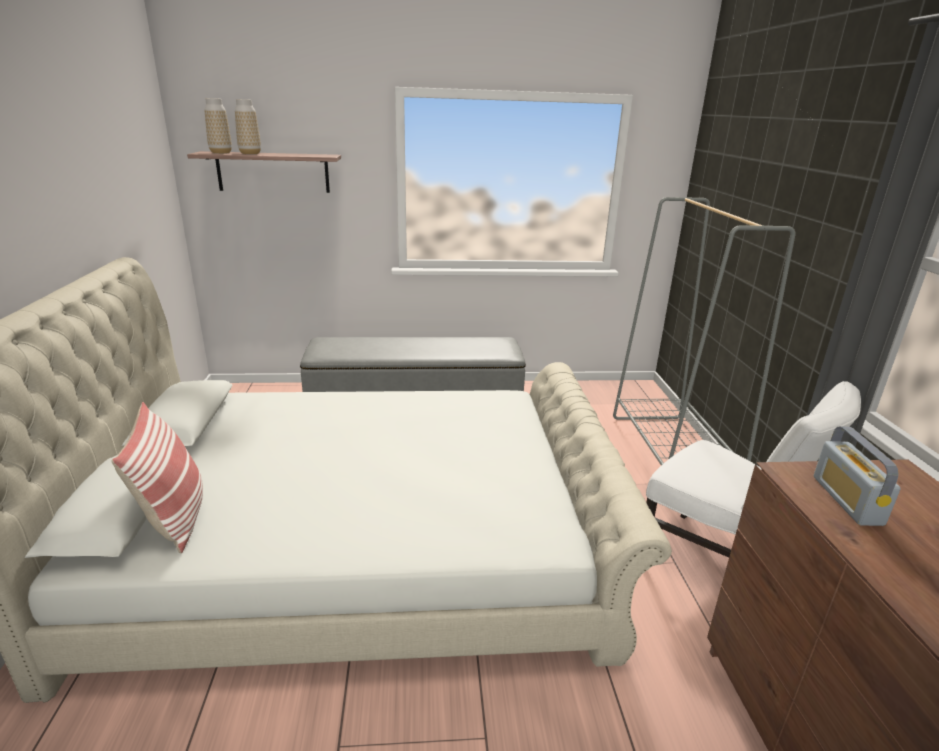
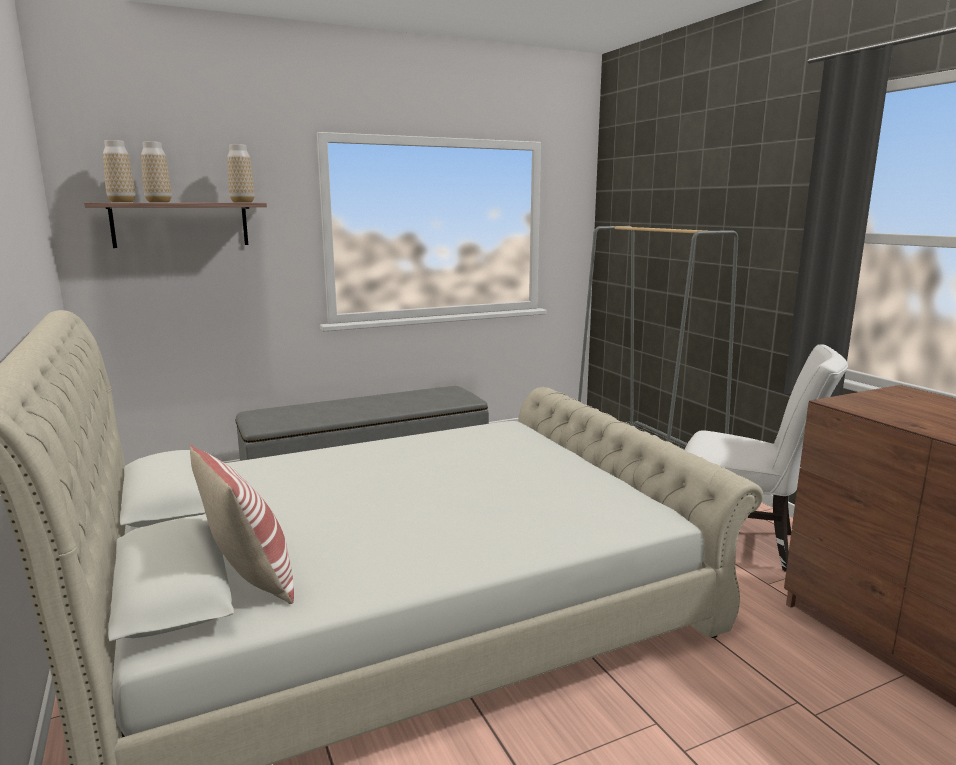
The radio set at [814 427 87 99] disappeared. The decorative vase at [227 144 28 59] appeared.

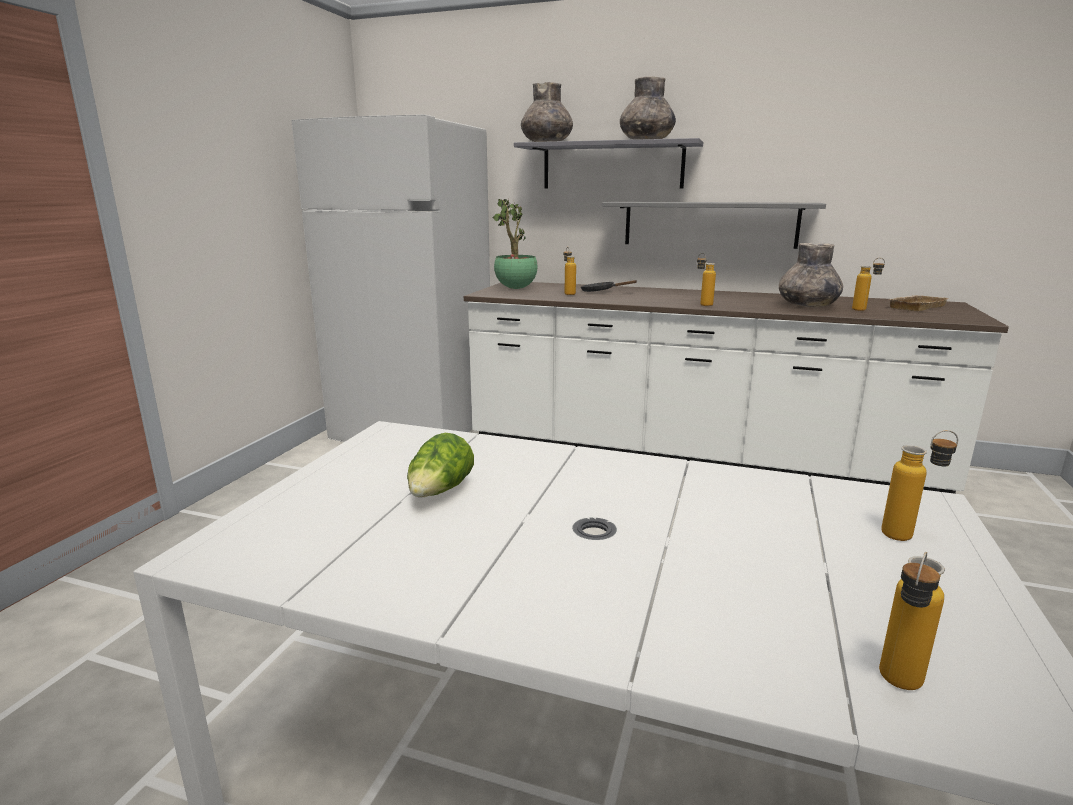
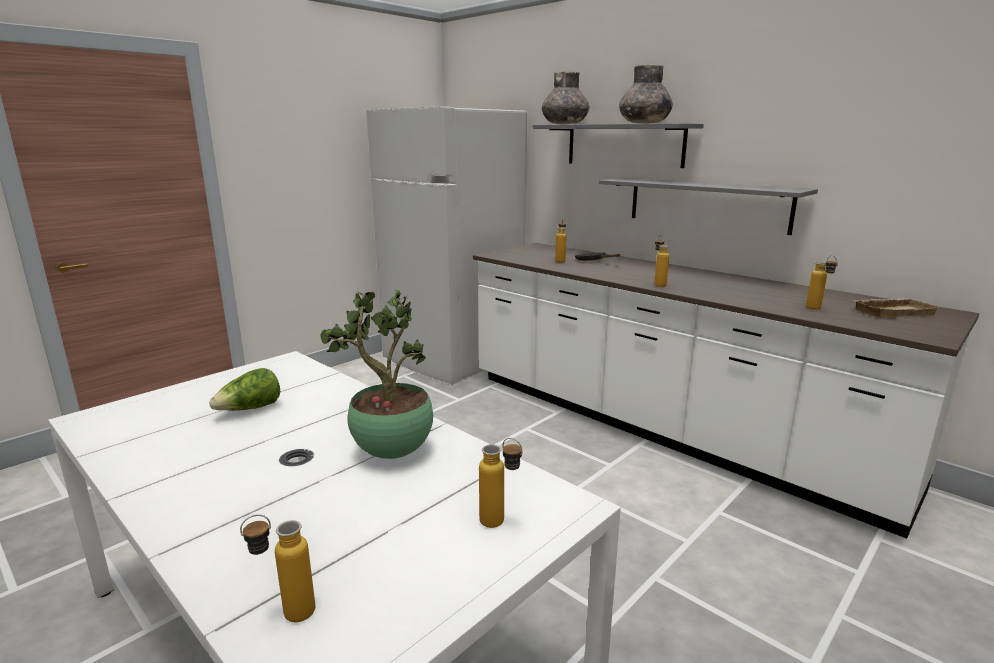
The decorative vase (greyish) at [779 243 64 64] disappeared. The potted plant moved from [493 199 45 90] to [320 290 113 169].

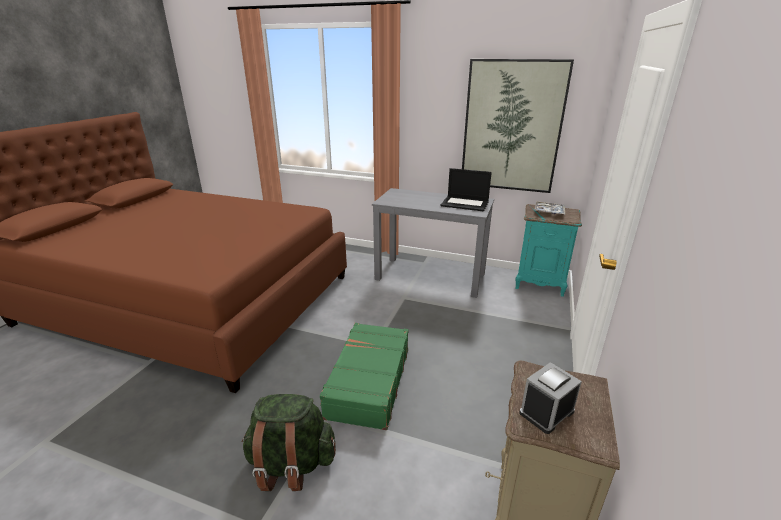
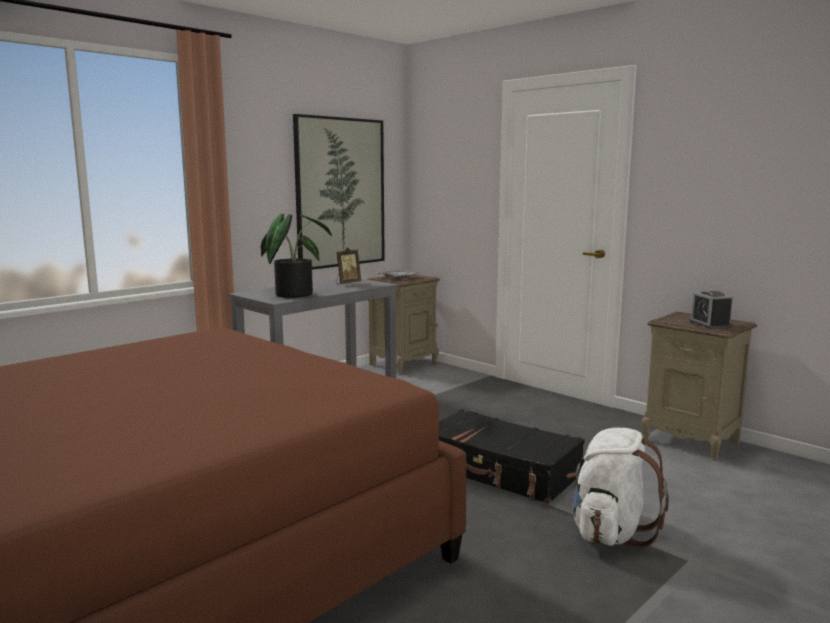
The potted plant at [260 214 72 84] appeared. The portable computer at [440 168 52 43] was replaced by the picture frame at [336 247 25 37]. The knapsack (greenish) at [242 394 94 97] became the knapsack (white) at [567 428 102 120]. The travel case (greenish) at [320 323 89 107] became the travel case (blackish) at [439 409 145 95]. The bedside table (turquoise) at [515 204 67 93] became the bedside table (sand-coloured) at [366 274 74 100].

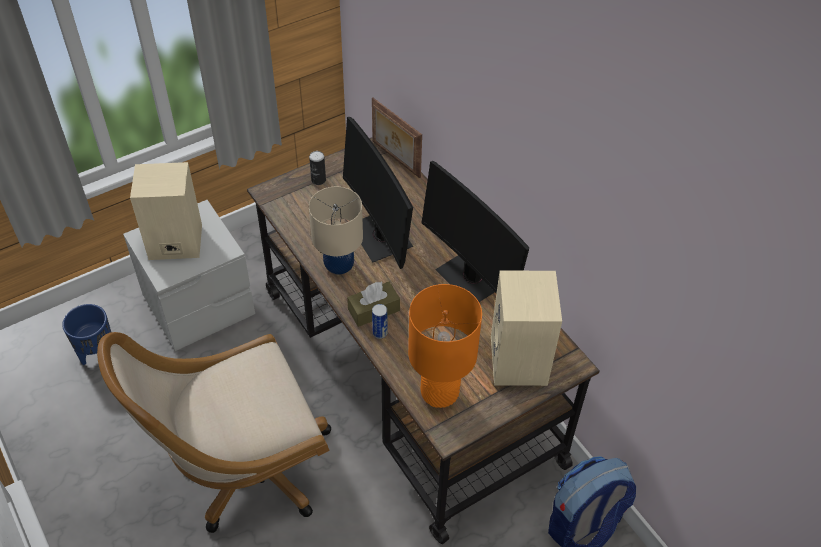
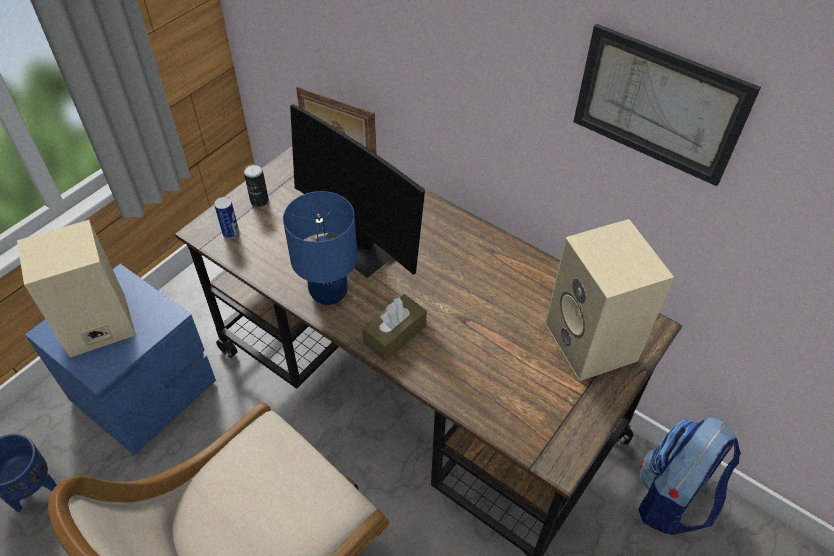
The table lamp (orange-coloured) at [408 284 74 124] disappeared. The computer screen at [421 161 108 141] disappeared. The wall picture at [573 24 188 162] appeared. The can moved from [372 304 15 35] to [214 197 25 42]. The bedside table (white) at [123 200 132 151] became the bedside table (blue-coloured) at [25 264 191 191]. The table lamp (sand-coloured) at [309 187 54 88] became the table lamp (blue-coloured) at [283 191 75 114].

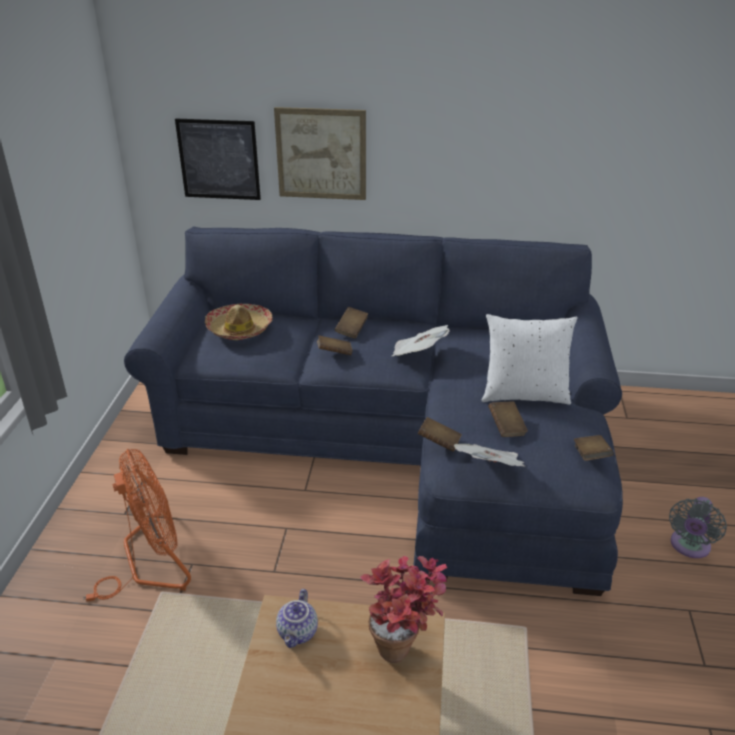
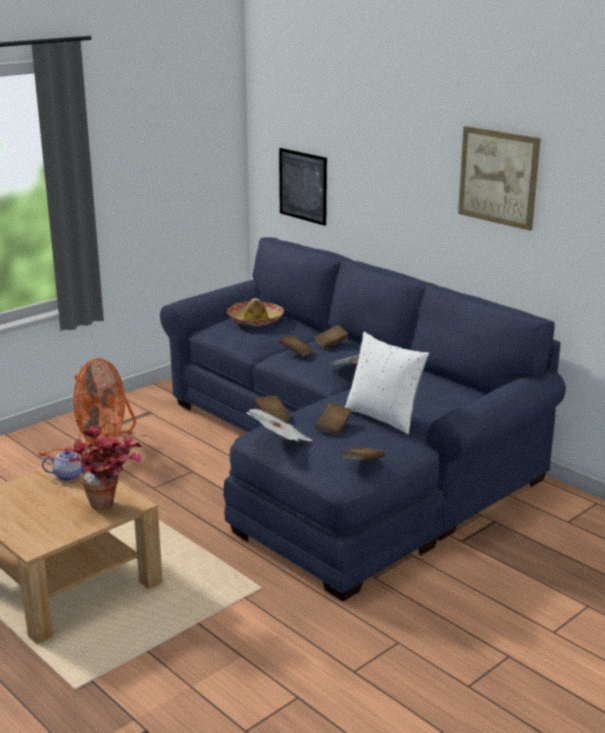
The electric fan (greyish) at [669 497 58 61] disappeared. The wall picture moved from [274 107 92 93] to [458 126 83 105]. The pot for tea at [276 589 42 59] turned 150 degrees counterclockwise.

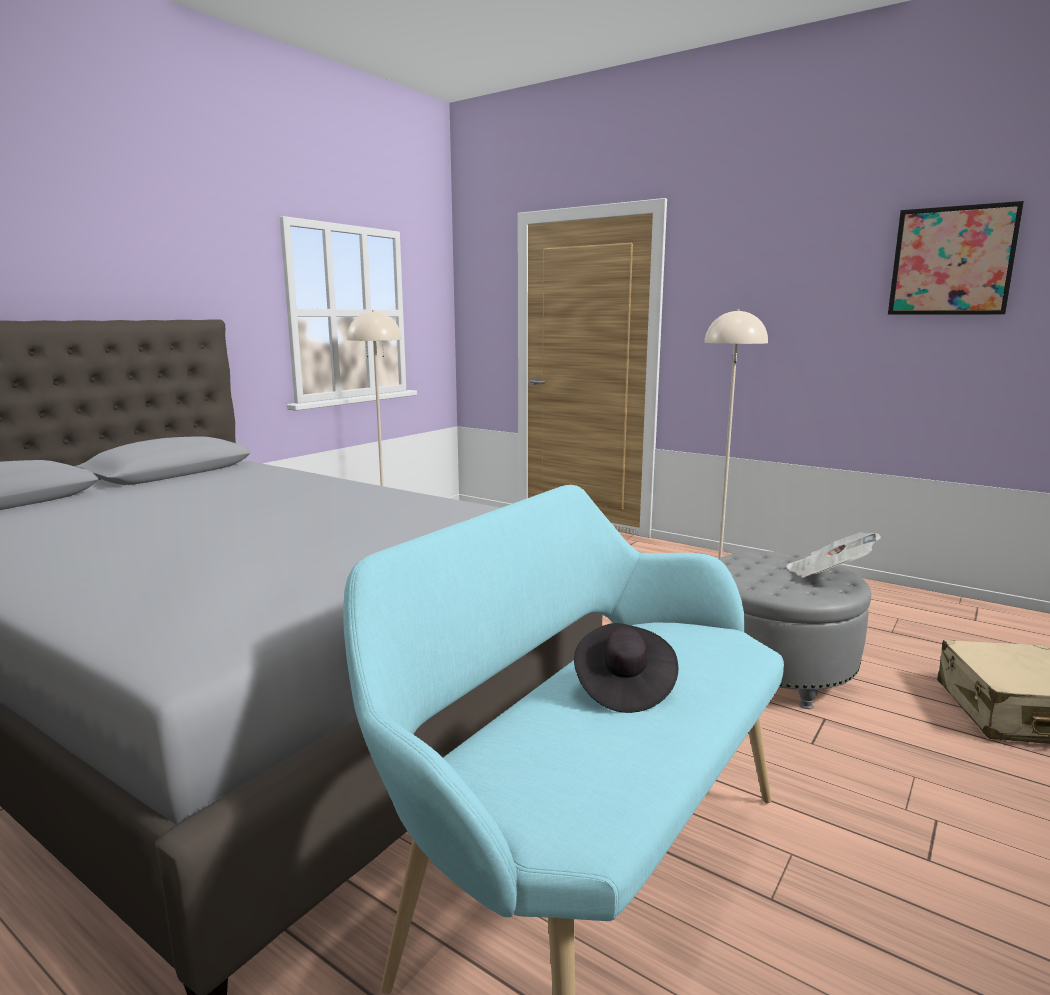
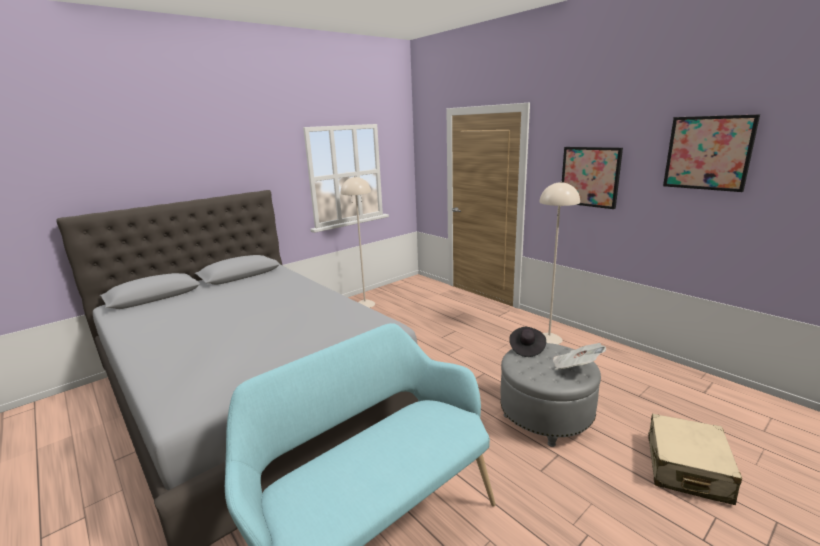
The wall picture at [562 147 61 62] appeared. The hat (blackish) moved from [574 623 104 90] to [509 327 37 30].

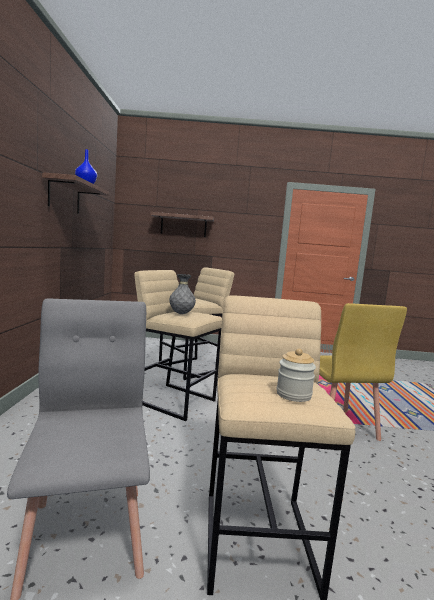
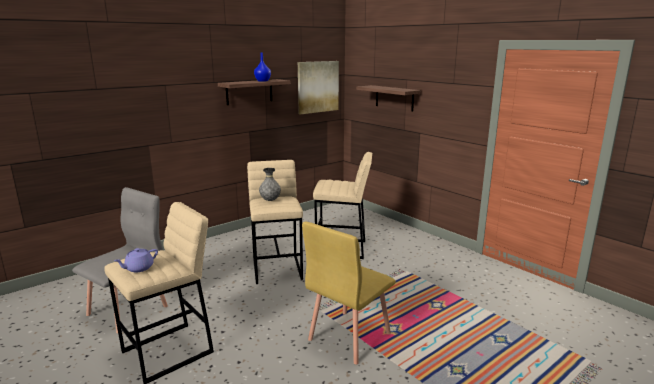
The wall picture at [298 61 41 53] appeared. The storage jar at [276 348 40 54] was replaced by the pot for tea (purple) at [114 248 44 24].

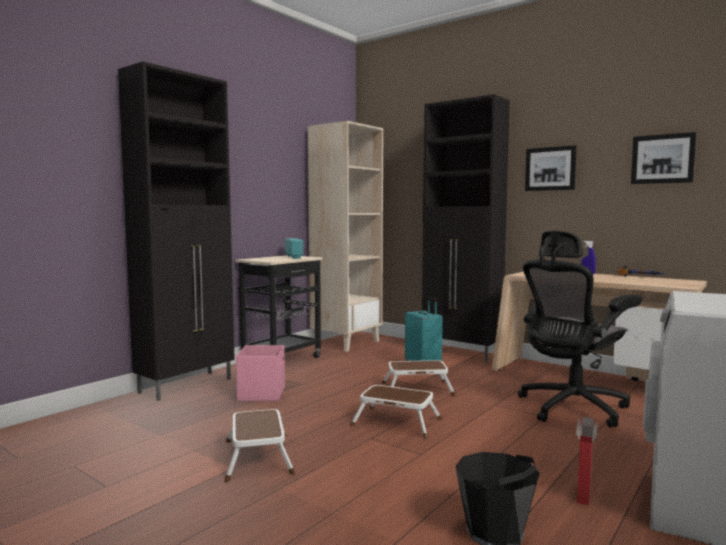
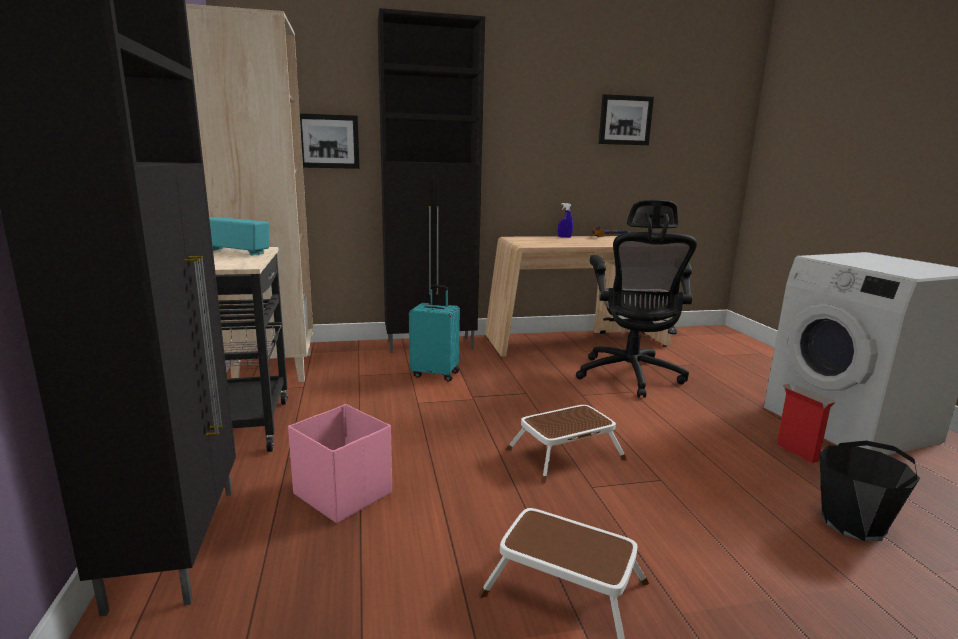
The step stool (brown) at [382 360 74 36] disappeared. The wall picture moved from [525 145 52 46] to [300 113 60 56].

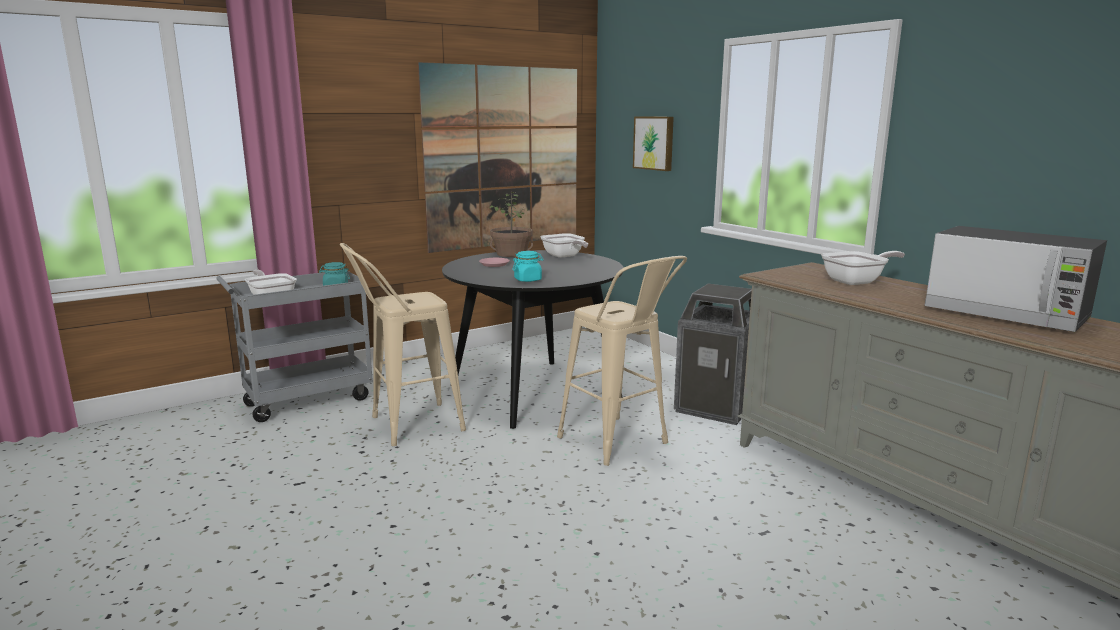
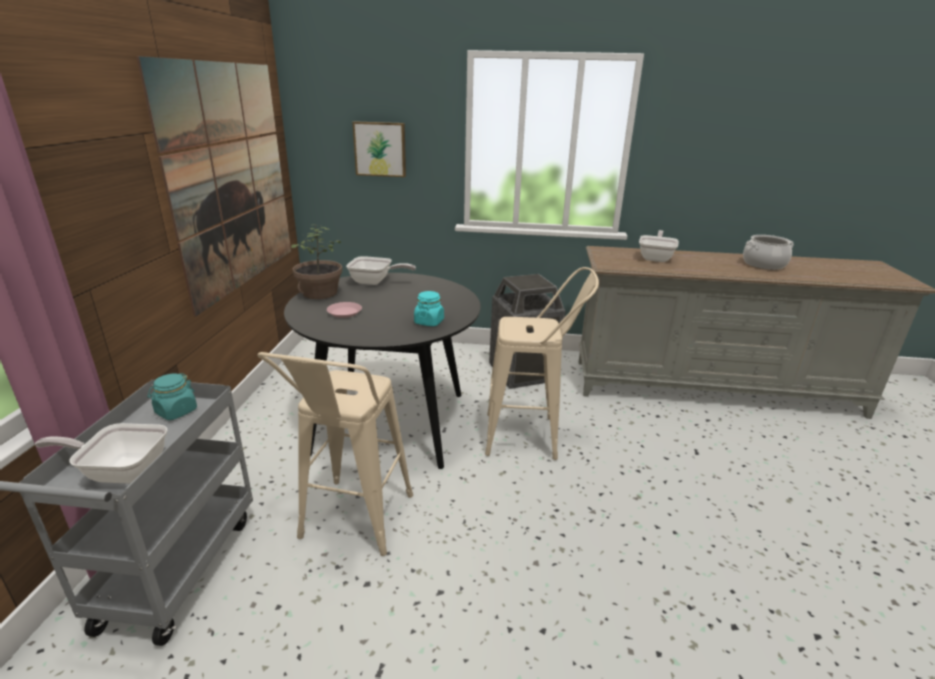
The kitchen microwave at [924 226 183 106] was replaced by the stockpot at [743 235 51 35].

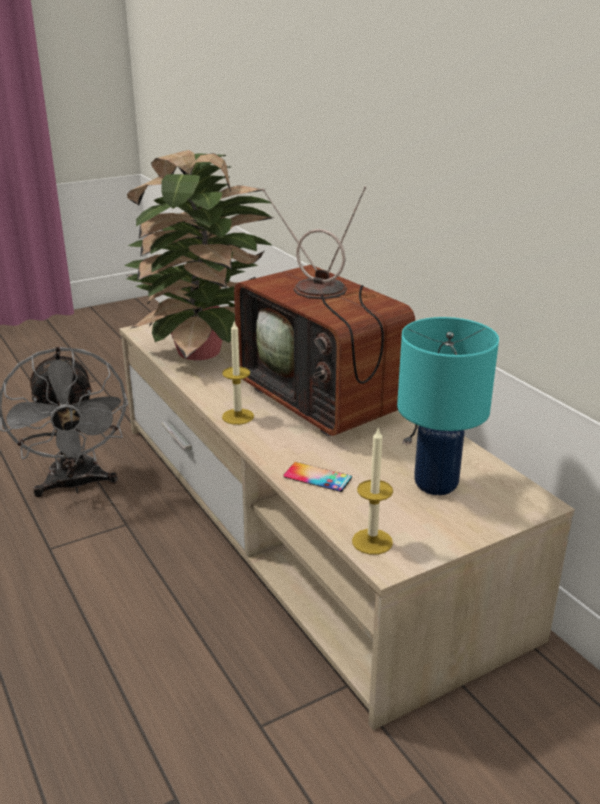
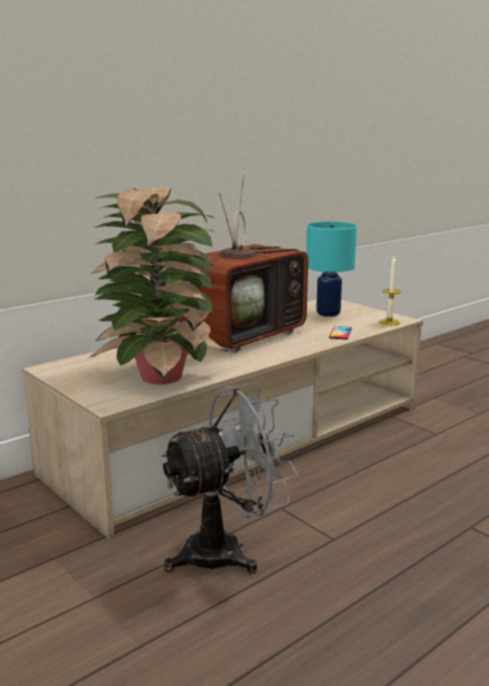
The wax candle at [222 322 32 103] disappeared.

